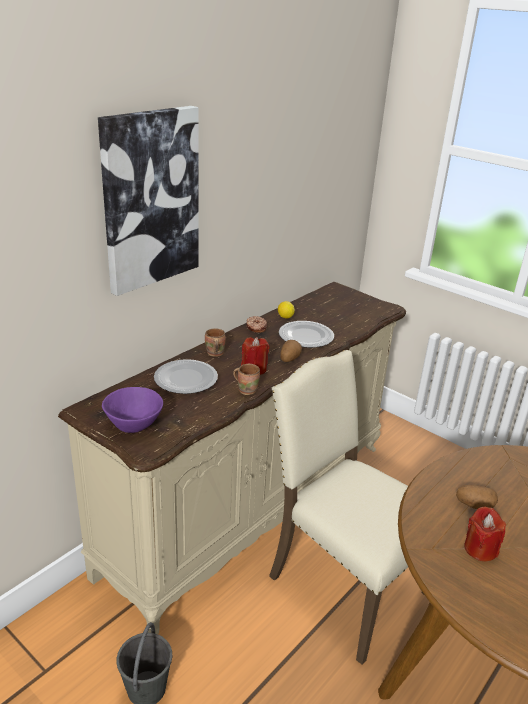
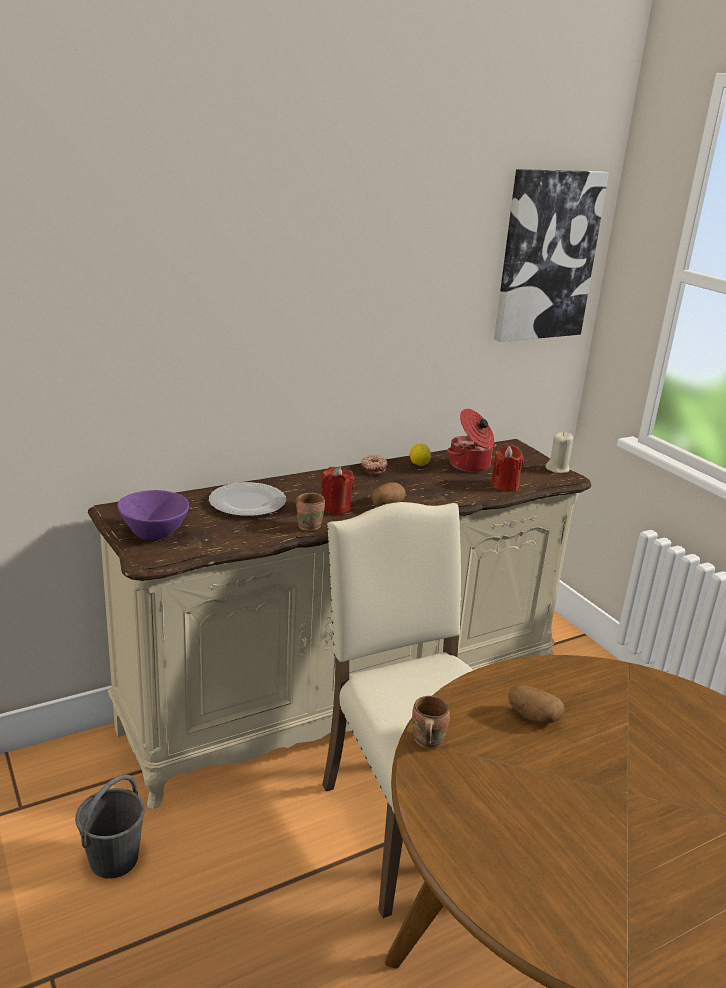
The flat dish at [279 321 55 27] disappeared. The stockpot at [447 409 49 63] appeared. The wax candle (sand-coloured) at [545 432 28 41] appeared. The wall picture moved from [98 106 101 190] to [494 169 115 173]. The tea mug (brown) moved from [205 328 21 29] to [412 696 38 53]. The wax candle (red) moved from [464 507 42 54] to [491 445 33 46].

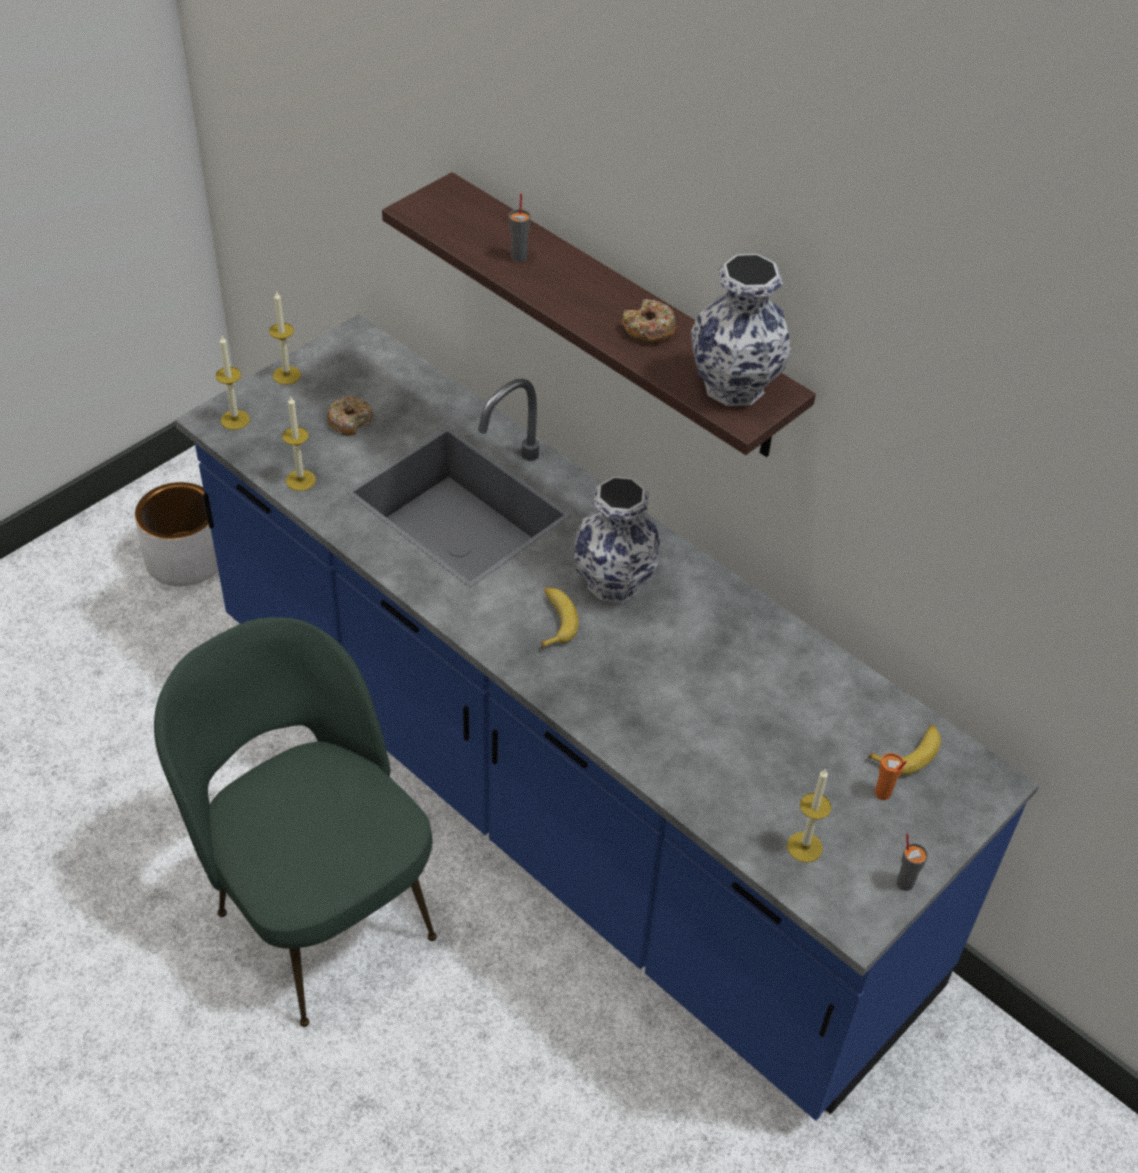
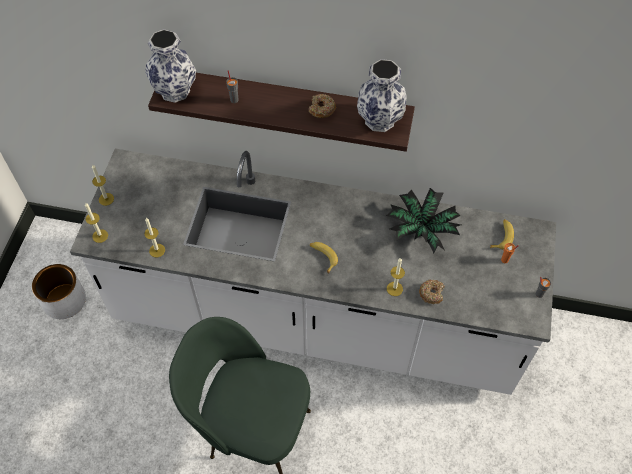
The potted plant at [387 188 74 65] appeared. The donut moved from [327 396 46 40] to [419 279 26 25]. The decorative vase moved from [573 477 87 126] to [145 29 51 74]. The wax candle moved from [787 769 44 94] to [387 258 18 38]. The counter (blue-coloured) at [175 314 864 807] became the counter (white) at [70 149 486 246].

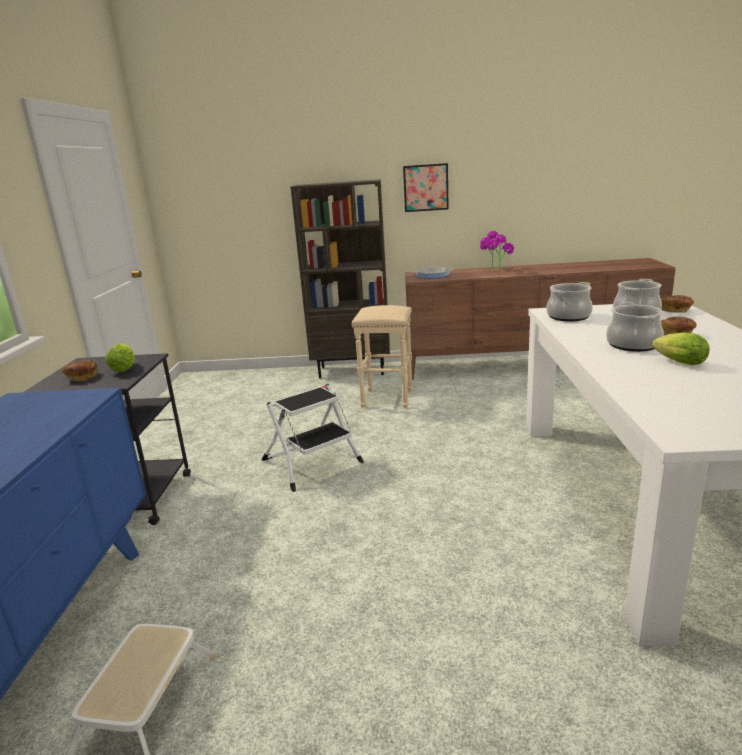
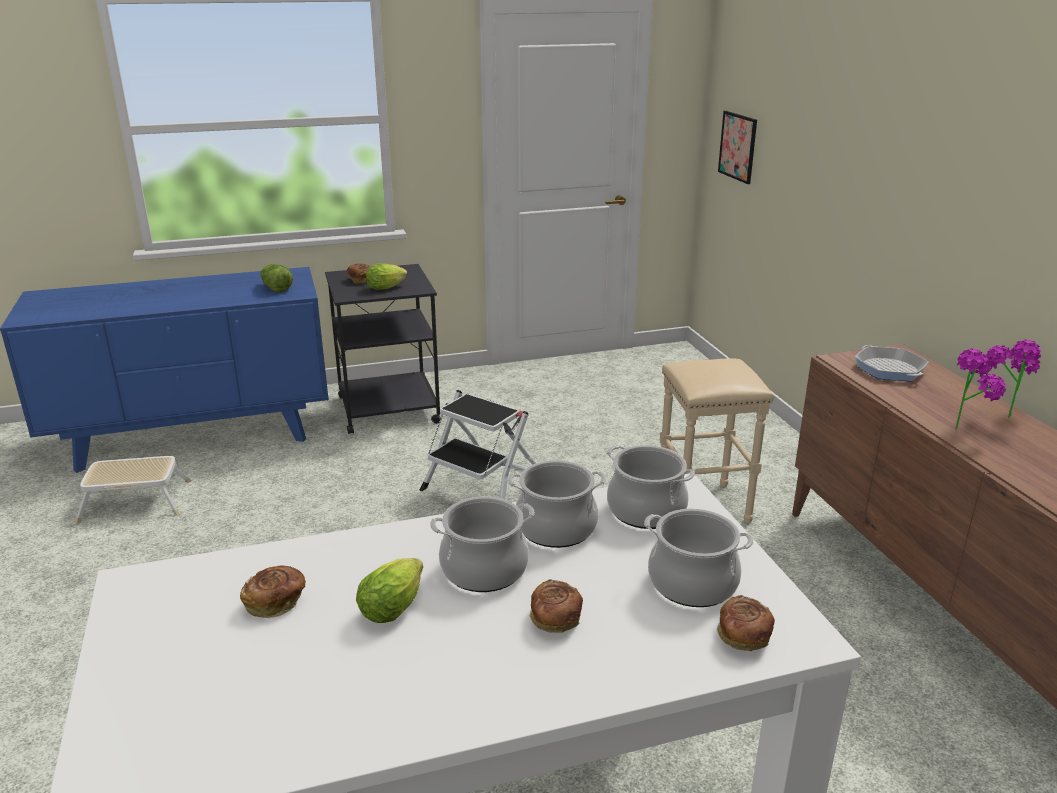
The shelving unit (brown) at [290 179 100 199] disappeared. The baked bread at [240 565 66 53] appeared. The lettuce at [261 264 32 29] appeared. The stockpot at [508 460 98 88] appeared. The wall picture moved from [403 163 46 49] to [718 111 39 73].

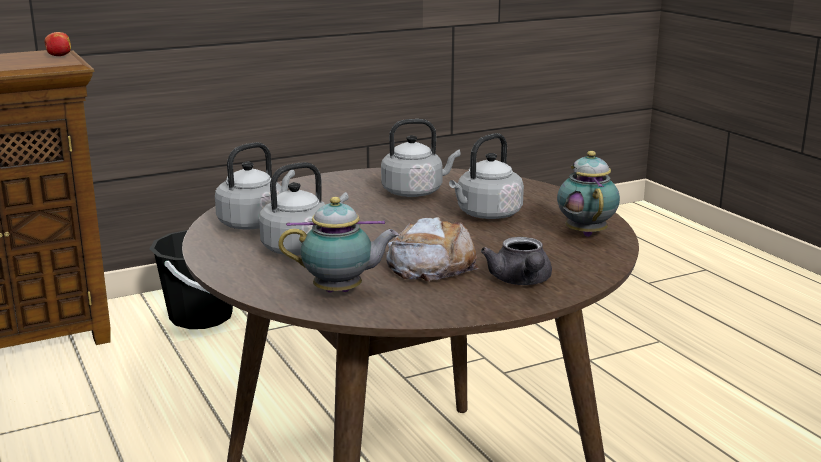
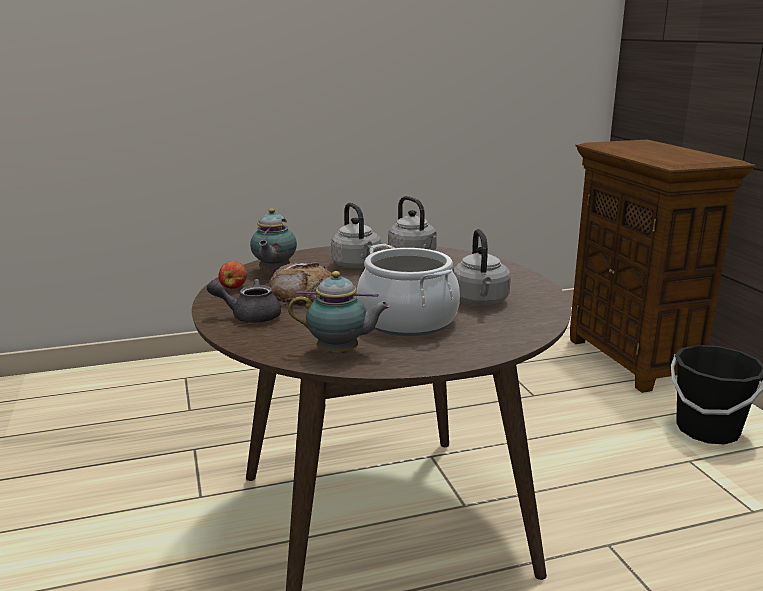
The apple moved from [45 32 26 24] to [218 261 29 28]. The tea kettle (greyish) at [449 133 75 86] was replaced by the stockpot at [356 244 104 92].

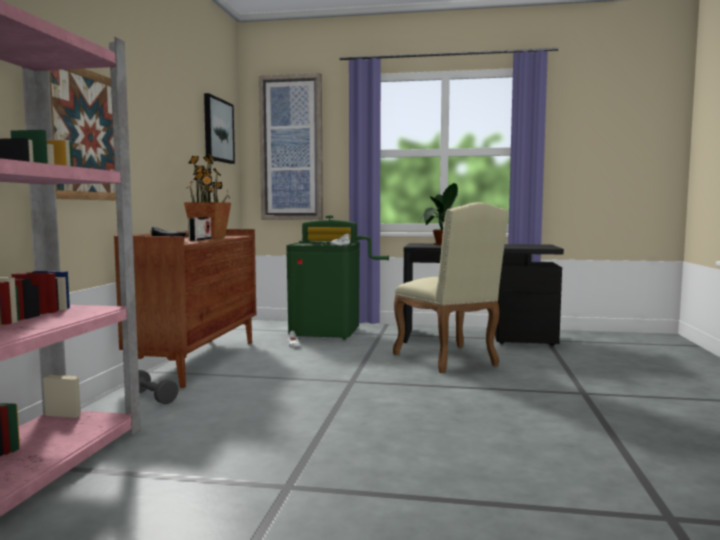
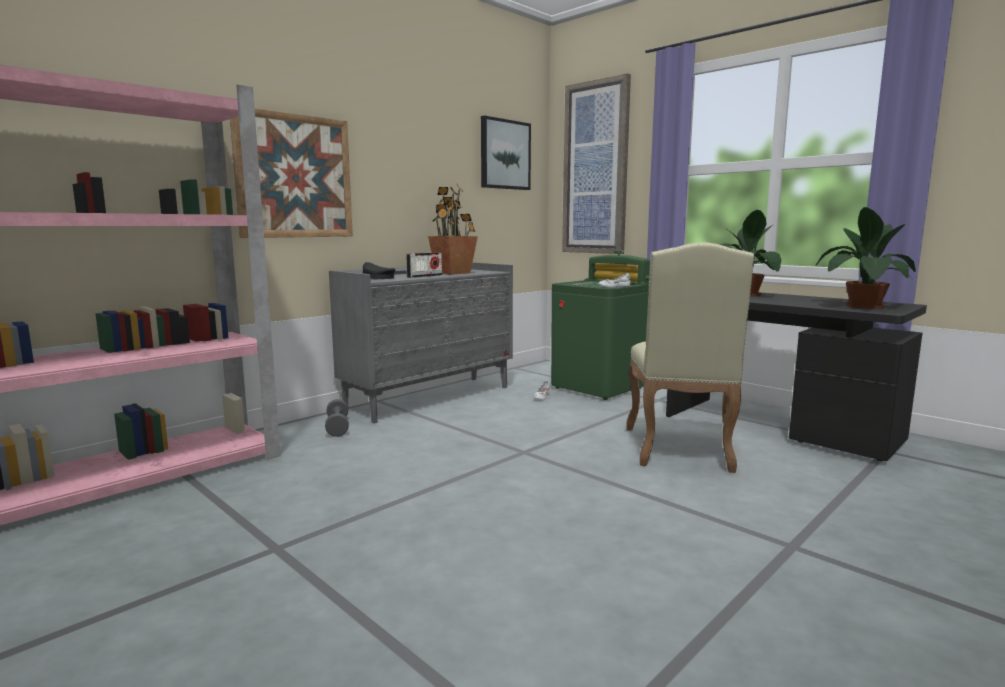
The potted plant at [815 207 101 102] appeared. The cupboard (brown) at [114 229 142 159] became the cupboard (greyish) at [329 262 184 162].

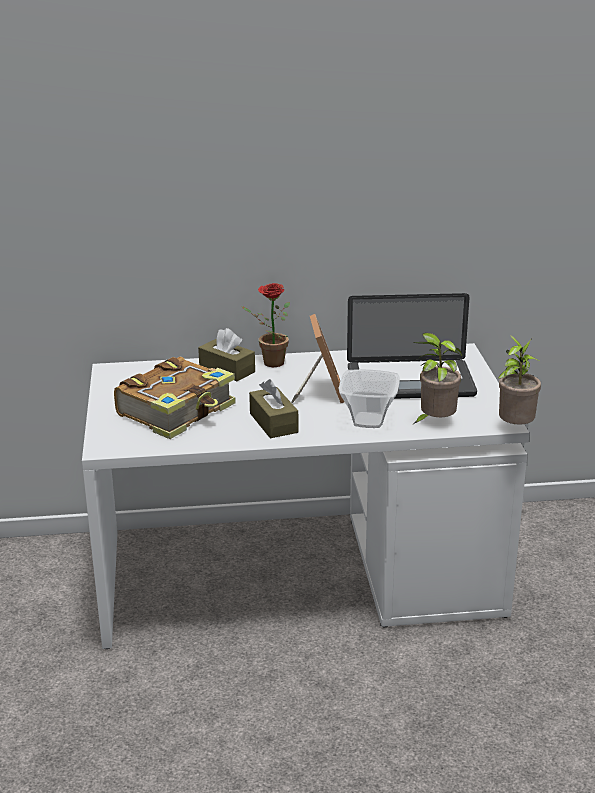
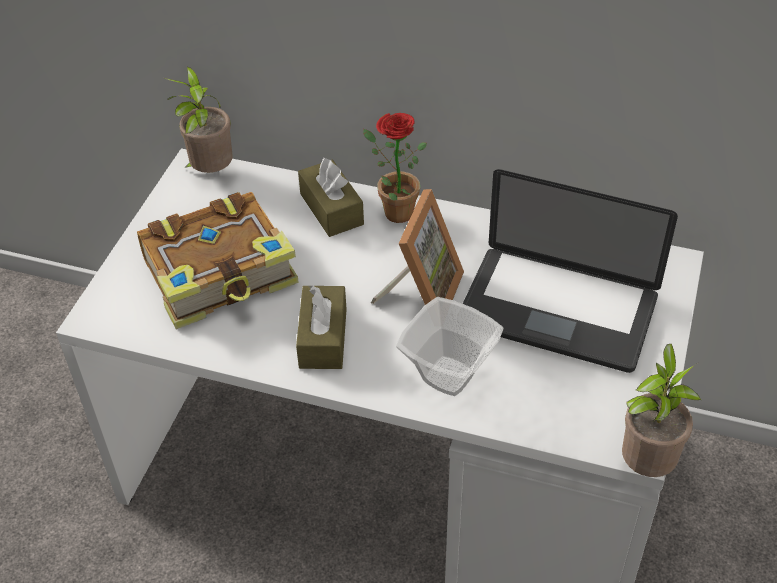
The potted plant moved from [412 333 50 92] to [164 67 68 106].

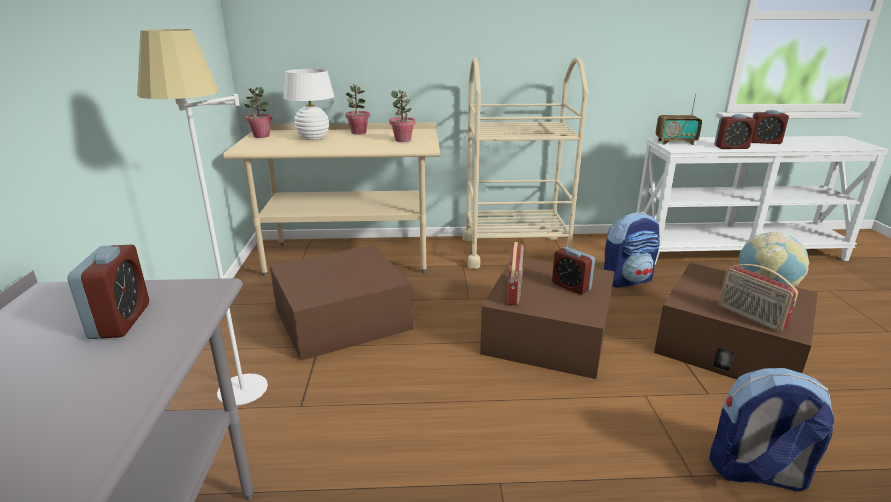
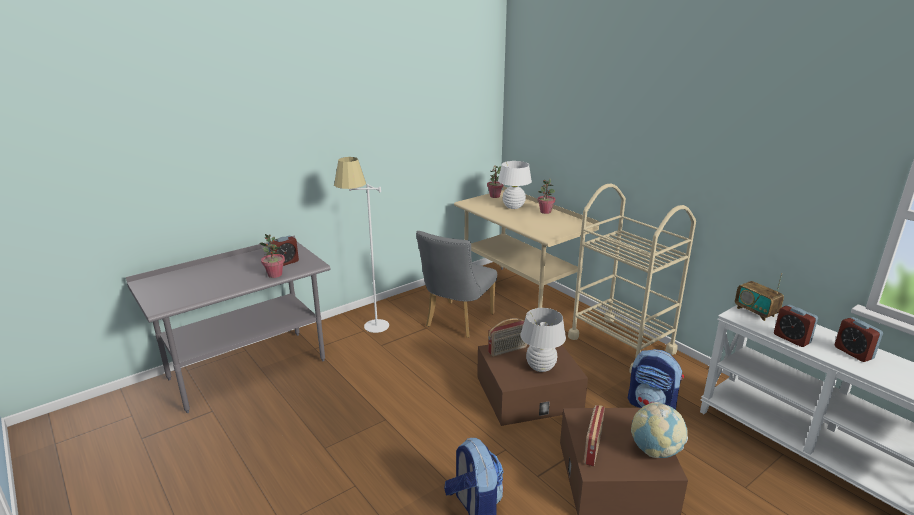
The potted plant moved from [389 90 27 52] to [259 234 26 44]. The storage container (brown) at [270 245 143 116] was replaced by the chair (greyish) at [416 231 81 107]. The bedside clock at [552 247 43 47] was replaced by the table lamp (white) at [521 308 45 64].

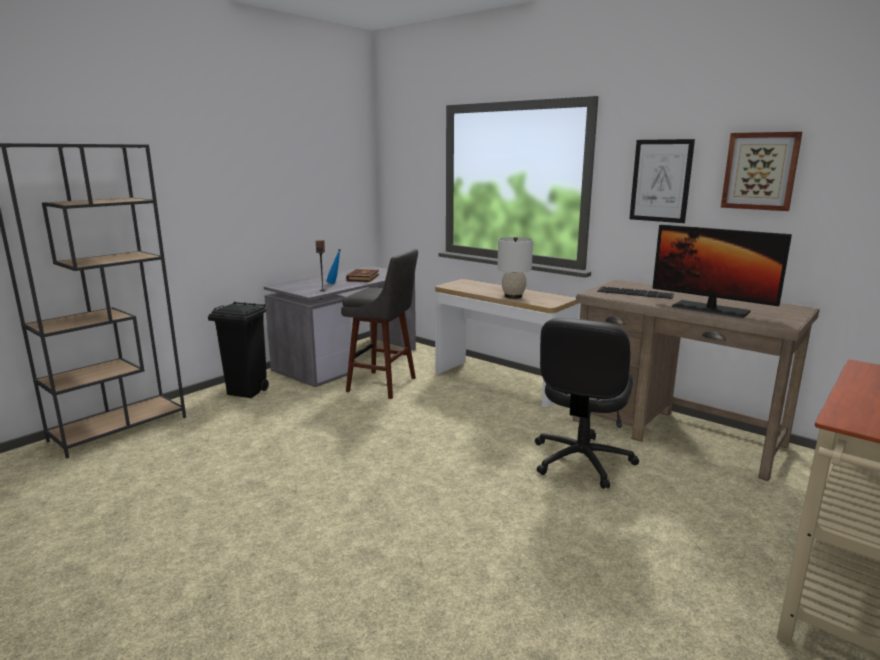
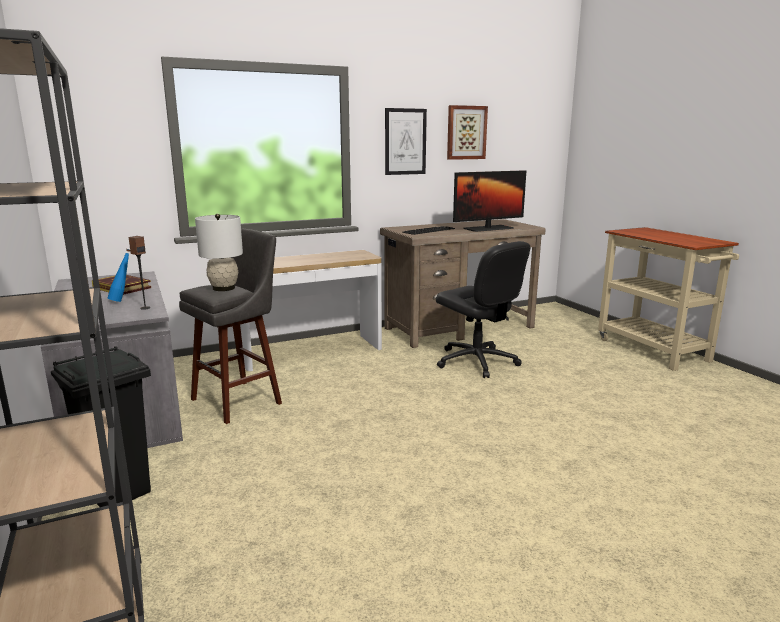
The table lamp (white) moved from [497 237 36 62] to [195 214 48 77].

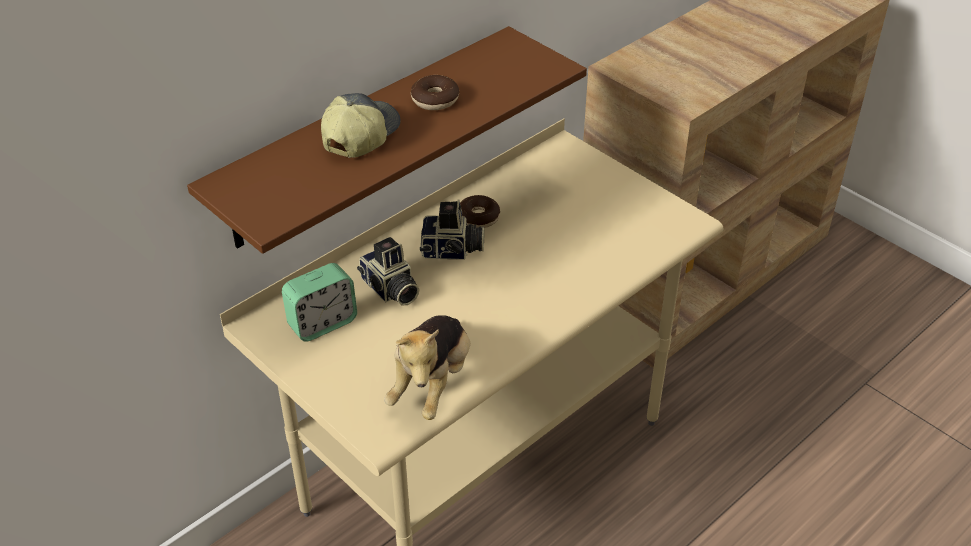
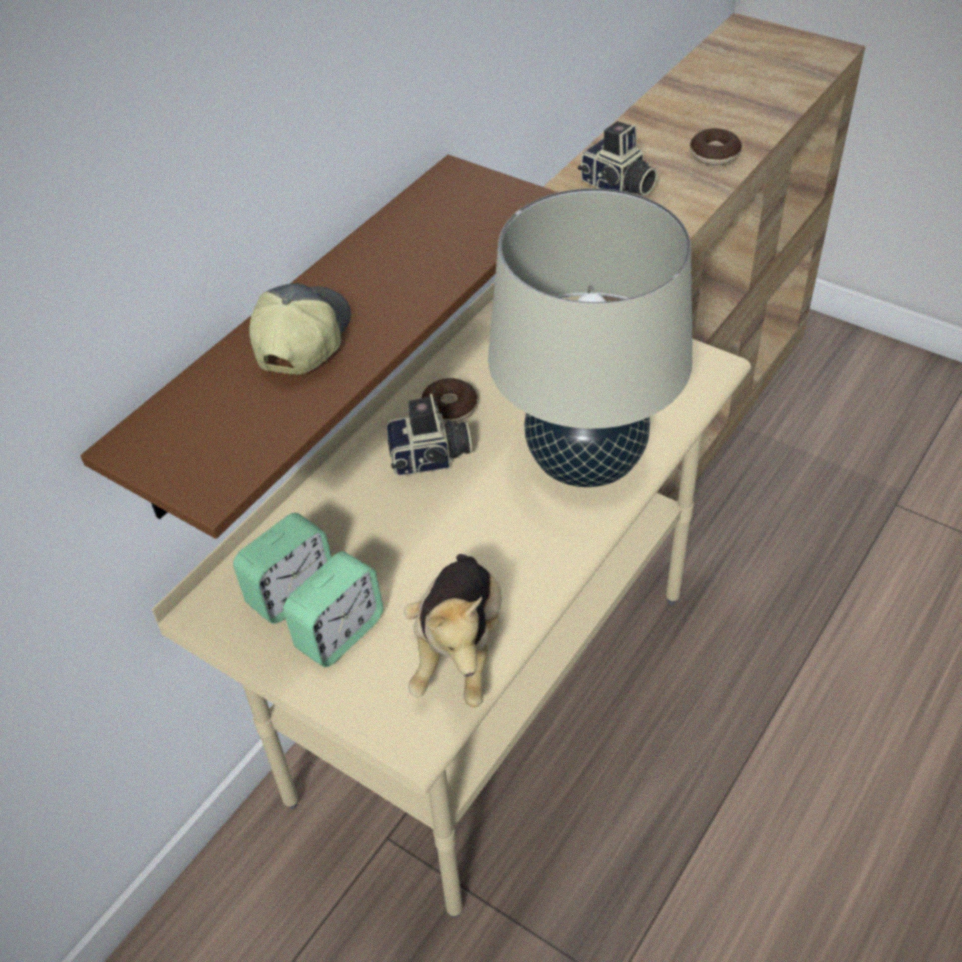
The bedside clock at [283 551 100 116] appeared. The table lamp (sand-coloured) at [488 188 204 299] appeared. The still camera moved from [357 237 63 69] to [578 121 80 75]. The donut moved from [411 75 48 35] to [690 128 52 38].

